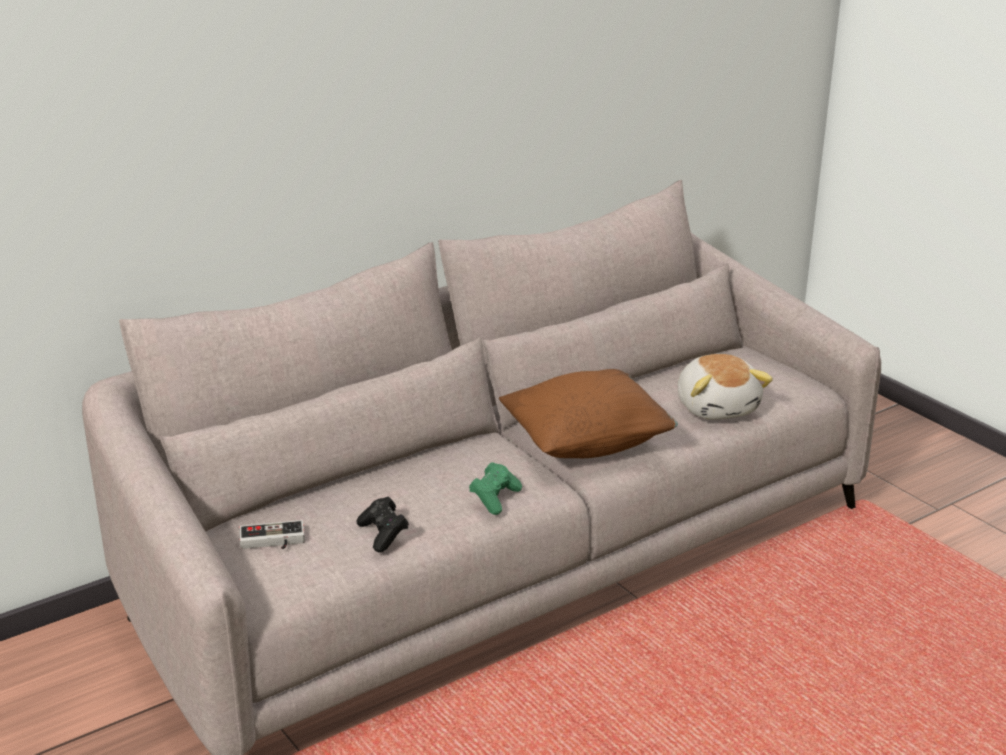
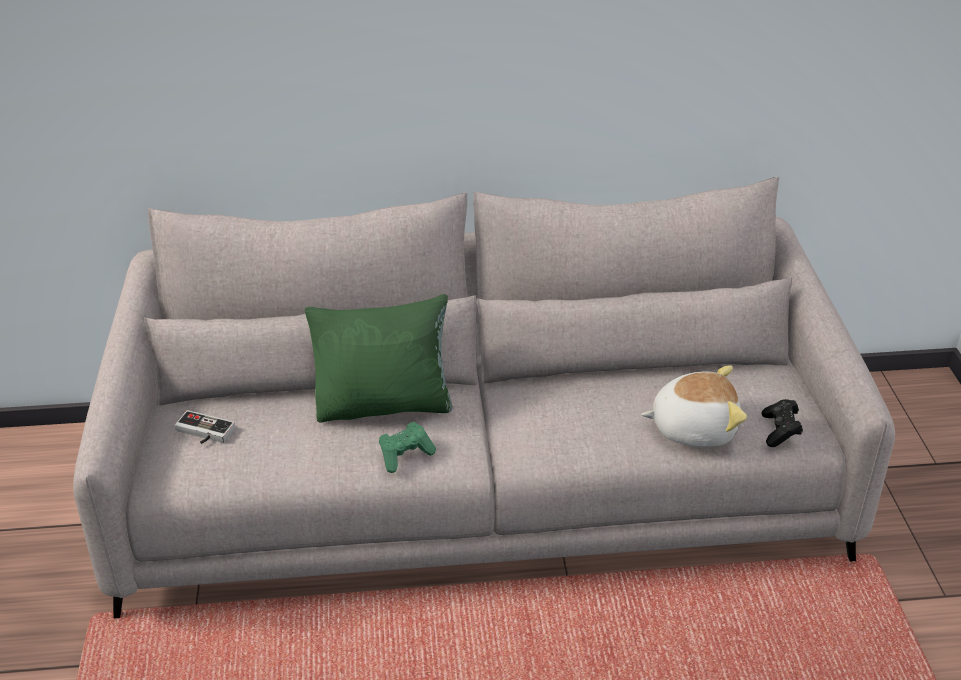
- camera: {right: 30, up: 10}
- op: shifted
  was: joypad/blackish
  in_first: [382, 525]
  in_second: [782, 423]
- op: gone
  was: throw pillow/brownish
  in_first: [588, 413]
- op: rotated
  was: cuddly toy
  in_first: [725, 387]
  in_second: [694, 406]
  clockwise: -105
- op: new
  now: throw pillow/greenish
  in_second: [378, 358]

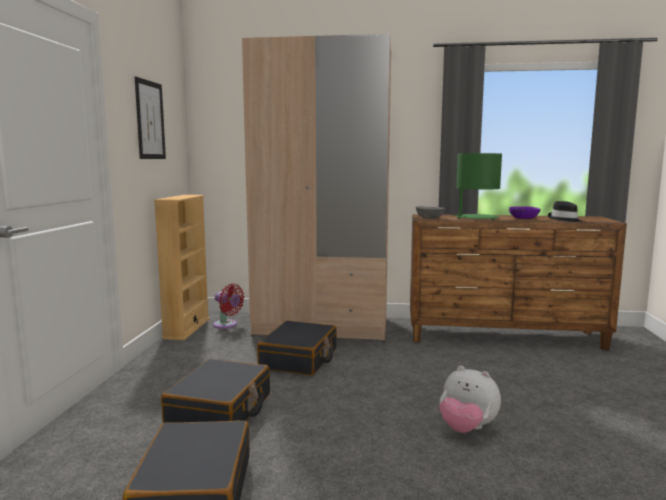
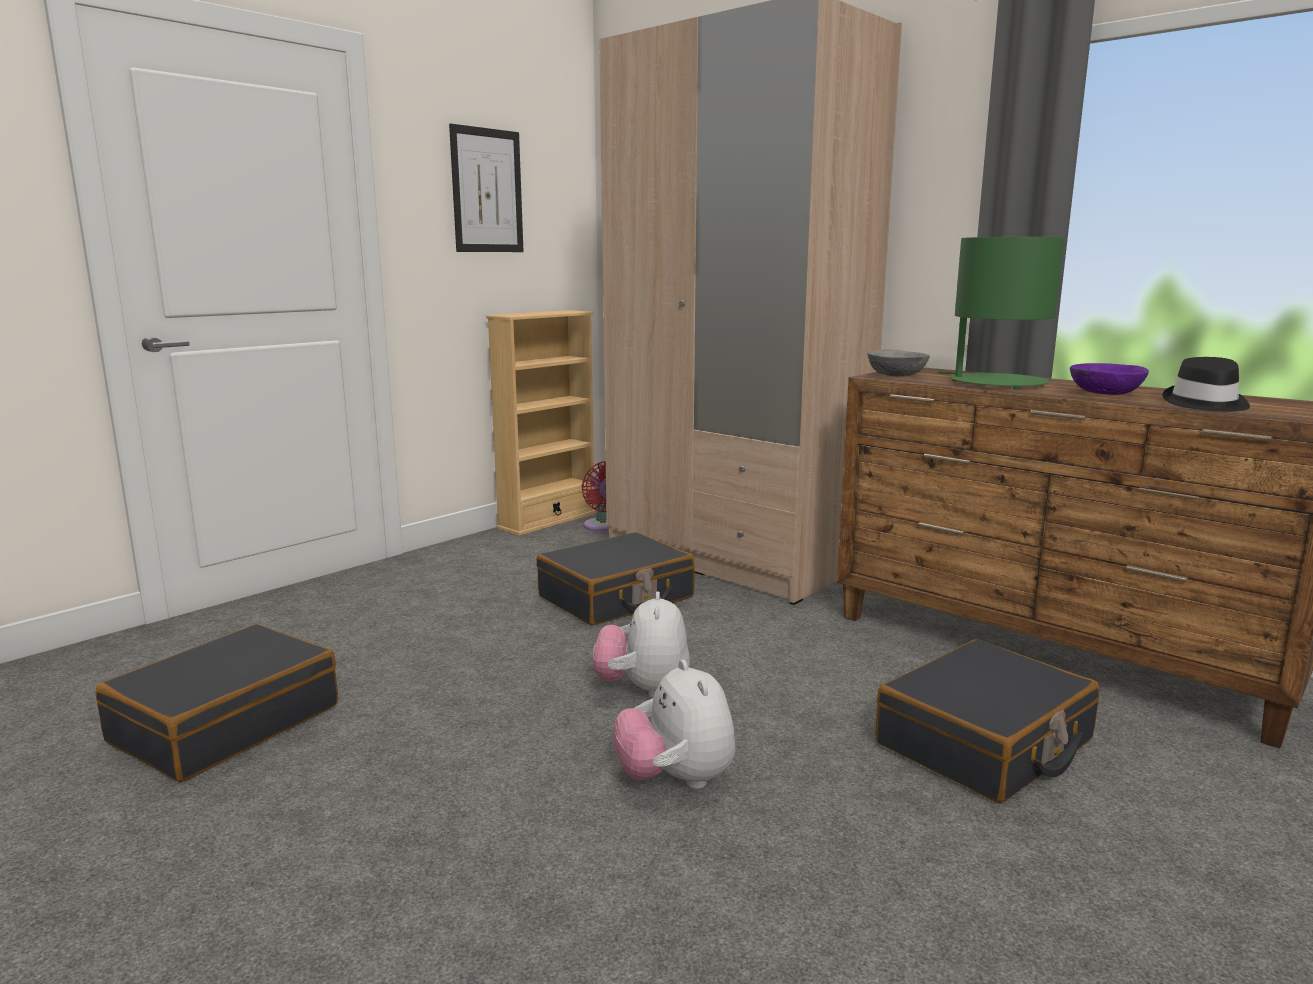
- camera: {right: 35, up: 5}
- op: shifted
  was: travel case/blackish
  in_first: [215, 391]
  in_second: [987, 721]
- op: new
  now: cuddly toy
  in_second: [641, 645]

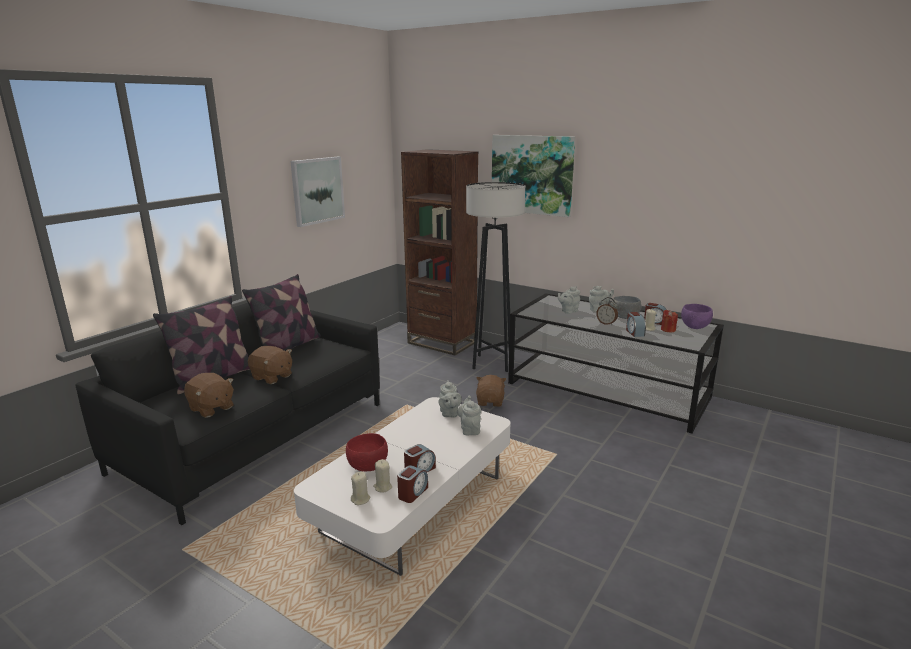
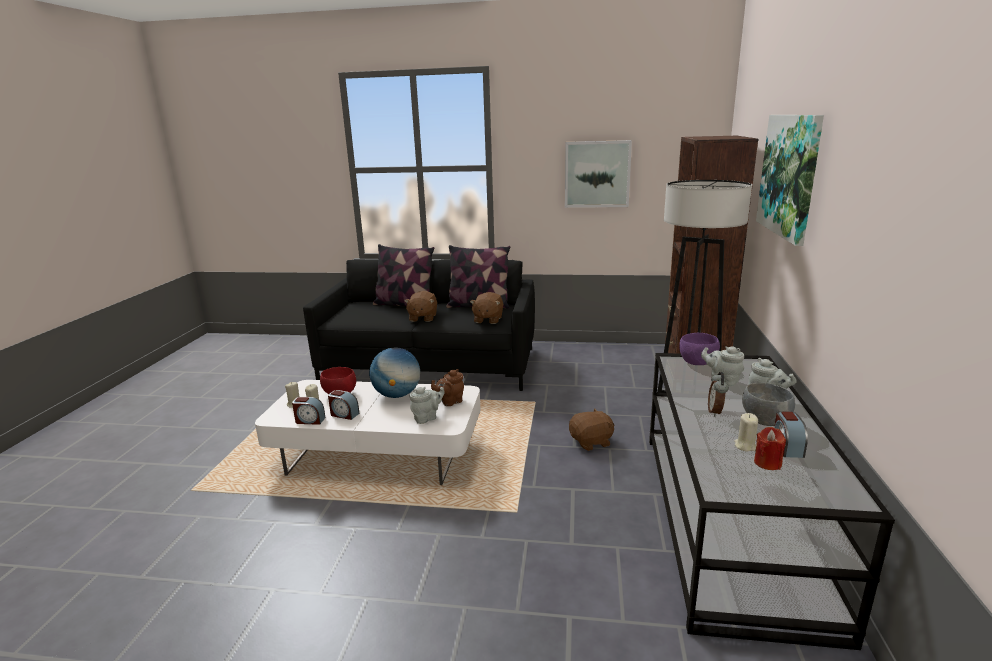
- camera: {right: 65, up: 0}
- op: shifted
  was: cuddly toy/brownish
  in_first: [209, 395]
  in_second: [486, 308]
- op: repainted
  was: pot for tea/grey
  now: pot for tea/brownish
  in_first: [450, 399]
  in_second: [447, 387]
- op: gone
  was: bedside clock
  in_first: [636, 324]
- op: shifted
  was: serving bowl/purplish
  in_first: [697, 316]
  in_second: [699, 349]
- op: new
  now: globe
  in_second: [394, 372]

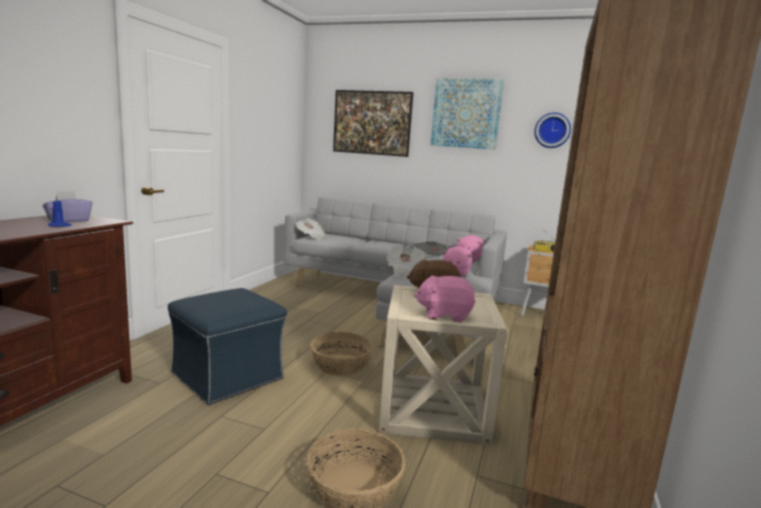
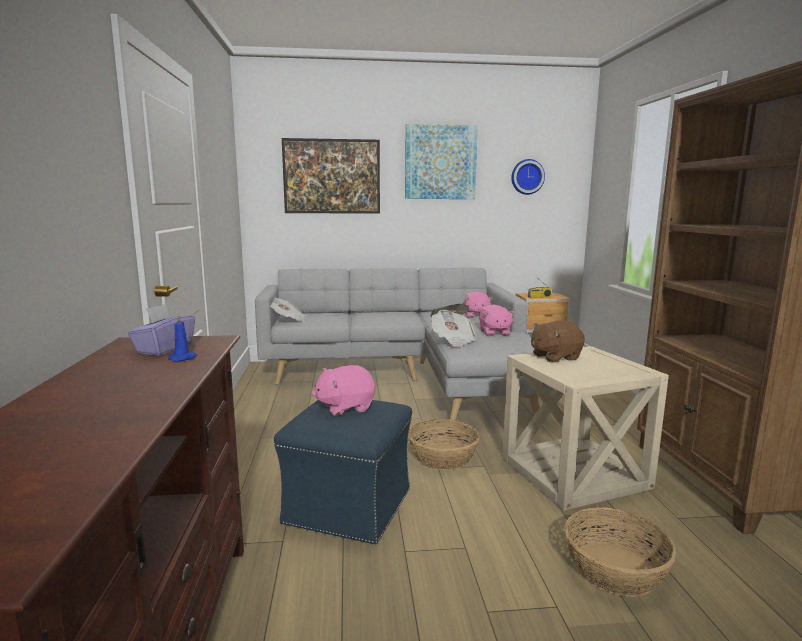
- camera: {right: -25, up: 0}
- op: shifted
  was: cuddly toy/pinkish
  in_first: [444, 298]
  in_second: [343, 390]

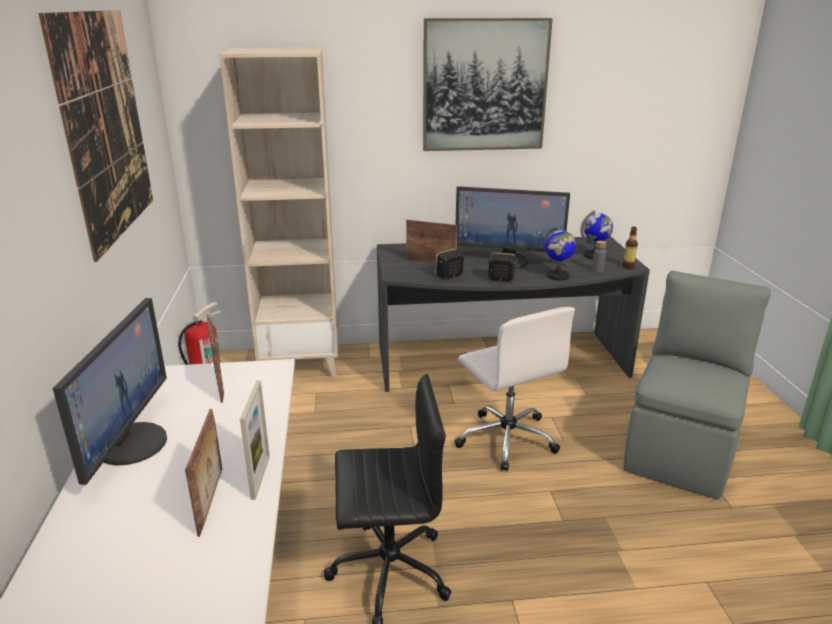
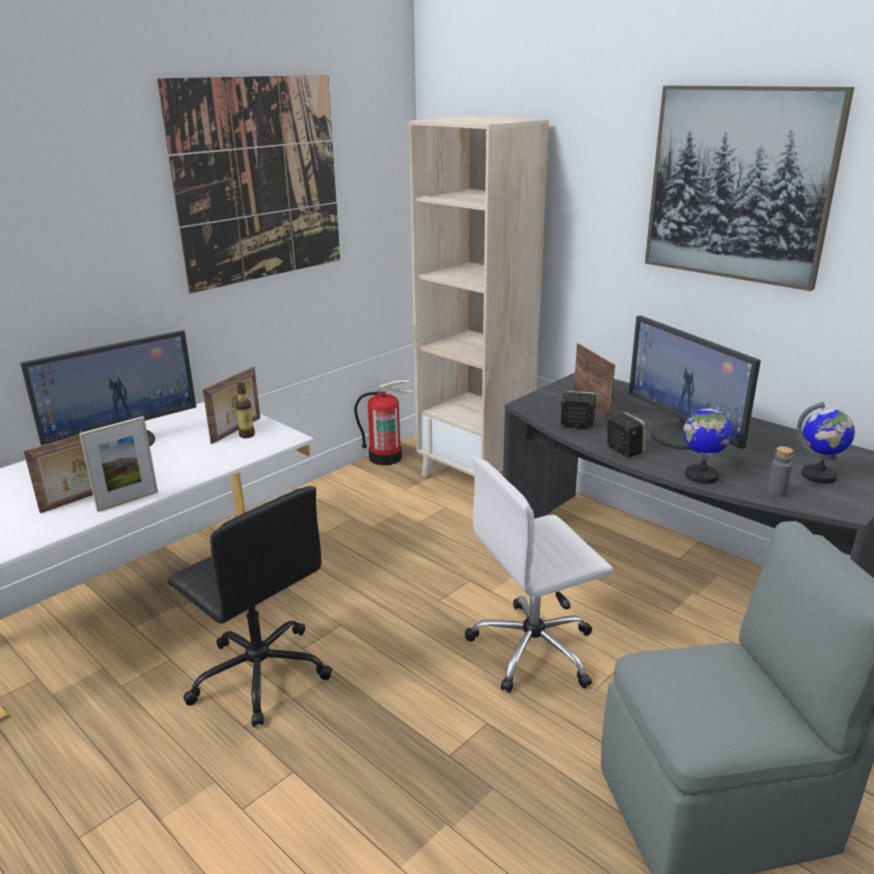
- camera: {right: 50, up: 0}
- op: rotated
  was: desk chair/white-coloured
  in_first: [514, 389]
  in_second: [539, 575]
  clockwise: 45
- op: shifted
  was: bottle
  in_first: [630, 248]
  in_second: [245, 410]

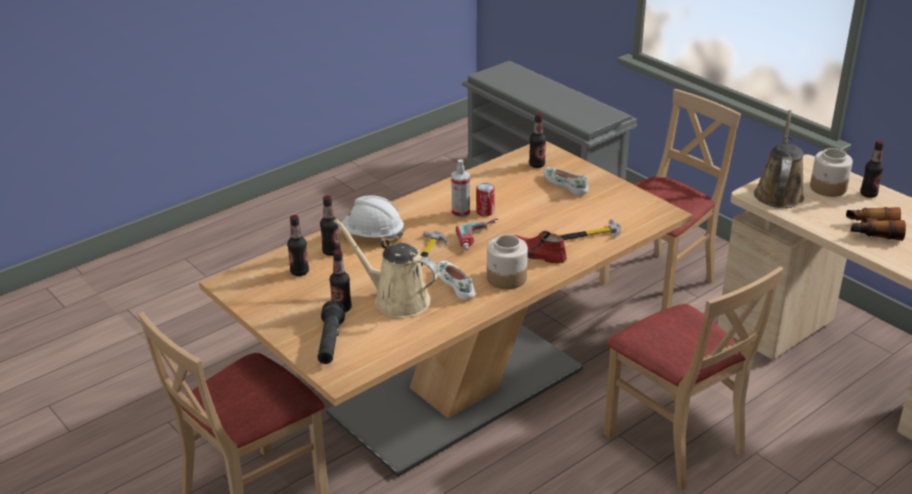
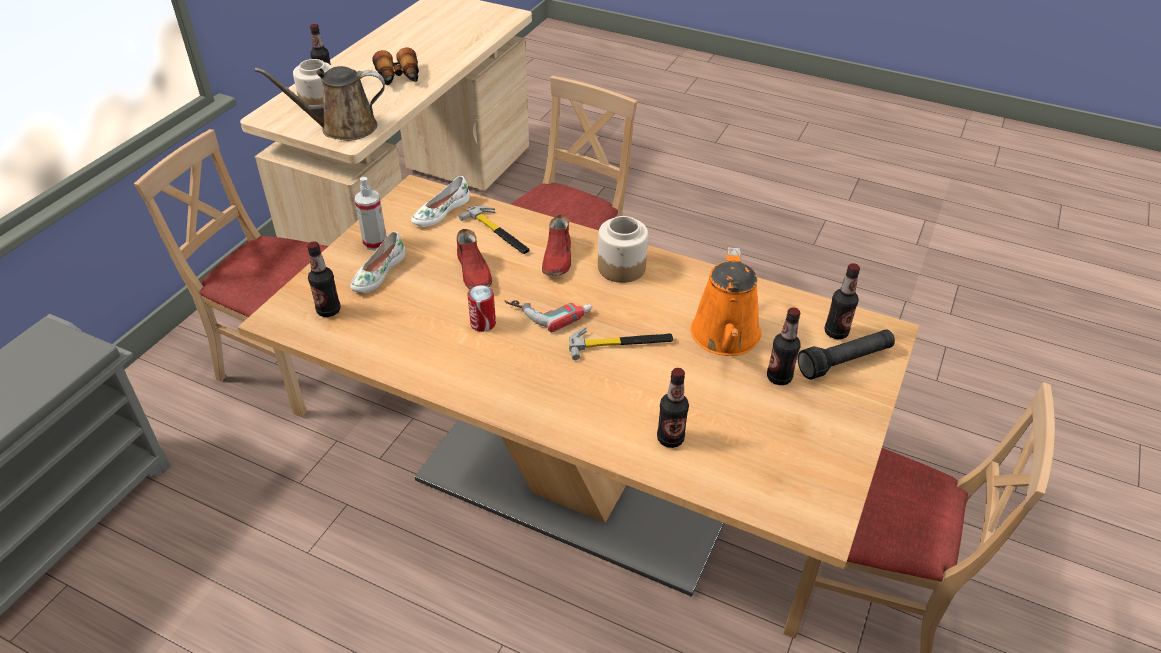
- camera: {right: -115, up: 10}
- op: shifted
  was: bottle
  in_first: [298, 245]
  in_second: [842, 301]
- op: repainted
  was: watering pot/beige
  now: watering pot/orange-coloured
  in_first: [387, 268]
  in_second: [726, 301]
- op: gone
  was: work helmet/white-coloured
  in_first: [372, 217]
- op: shifted
  was: shoe/white-coloured
  in_first: [456, 280]
  in_second: [440, 201]
- op: shifted
  was: hand sprayer
  in_first: [460, 188]
  in_second: [371, 214]
- op: new
  now: shoe/reddish
  in_second: [474, 259]

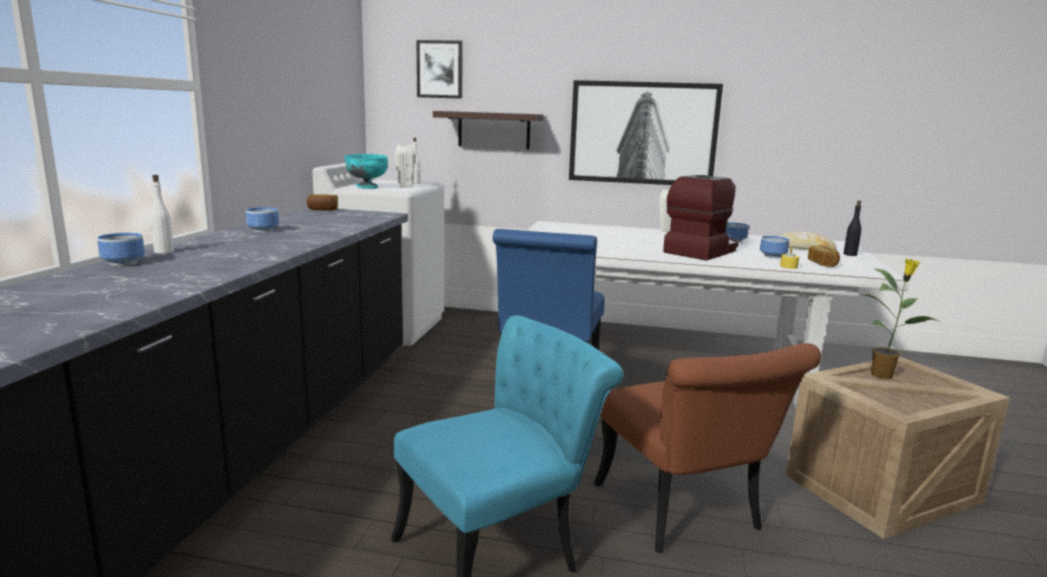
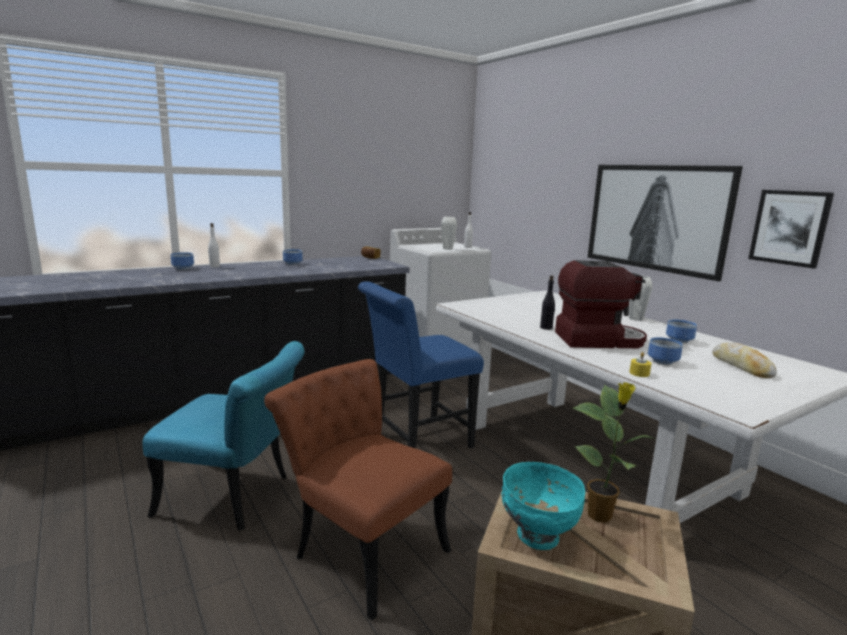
- camera: {right: 45, up: 0}
- op: shifted
  was: serving bowl/blue-green
  in_first: [366, 171]
  in_second: [543, 506]
- op: shifted
  was: wall picture
  in_first: [439, 69]
  in_second: [791, 229]
- op: gone
  was: bracket shelf
  in_first: [488, 130]
- op: rotated
  was: chair/brownish
  in_first: [707, 448]
  in_second: [358, 489]
  clockwise: 105
- op: gone
  was: bakery bread
  in_first: [824, 256]
- op: shifted
  was: bottle/blackish
  in_first: [852, 228]
  in_second: [547, 302]

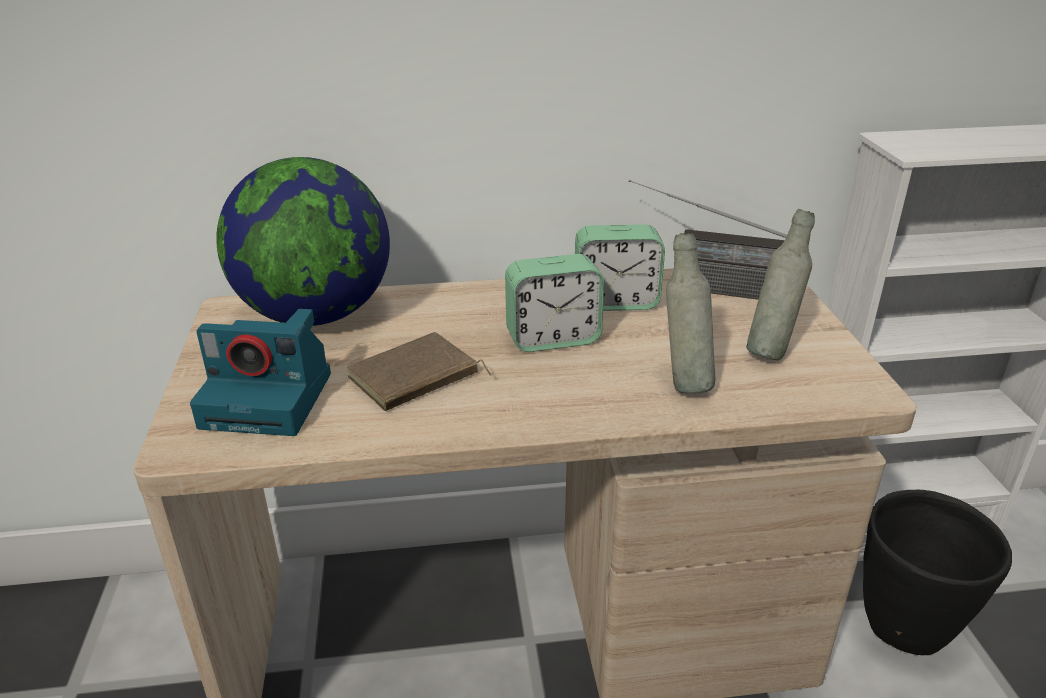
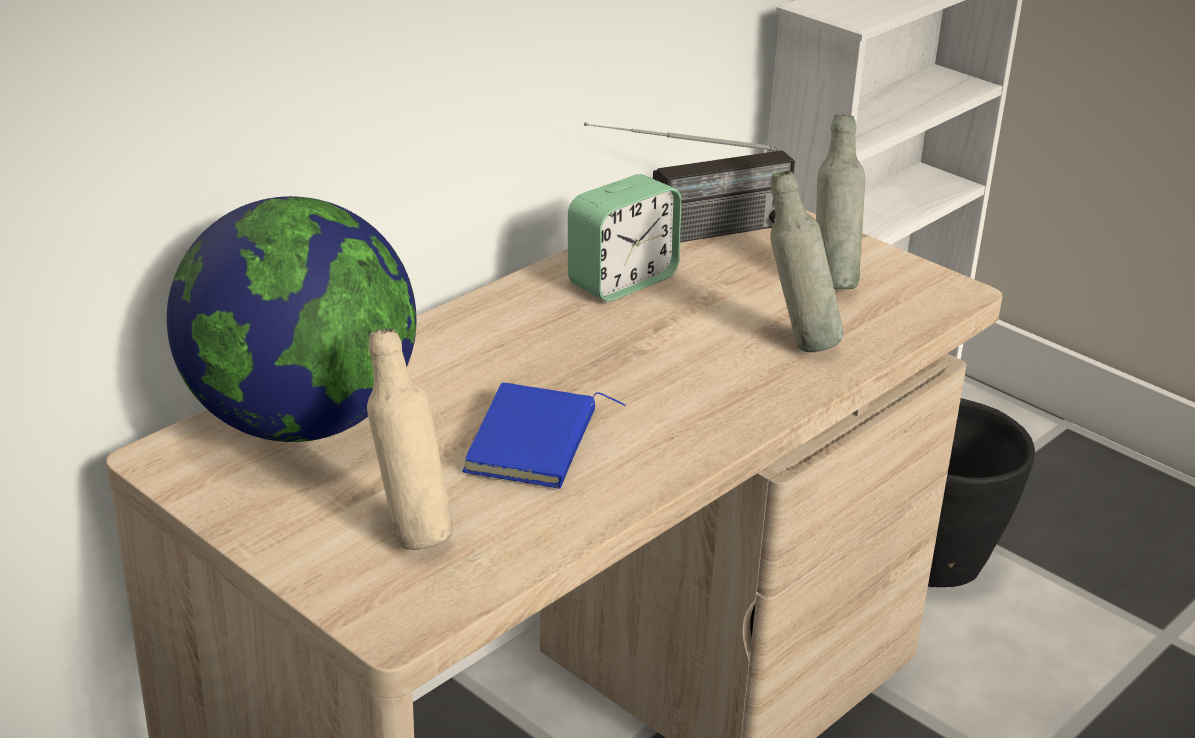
- camera: {right: -40, up: 0}
- op: swapped
  was: photo camera
  now: bottle/beige
  in_first: [260, 372]
  in_second: [410, 439]
- op: repainted
  was: bound book/brownish
  now: bound book/blue-coloured
  in_first: [419, 371]
  in_second: [543, 436]
- op: gone
  was: bedside clock
  in_first: [554, 303]

